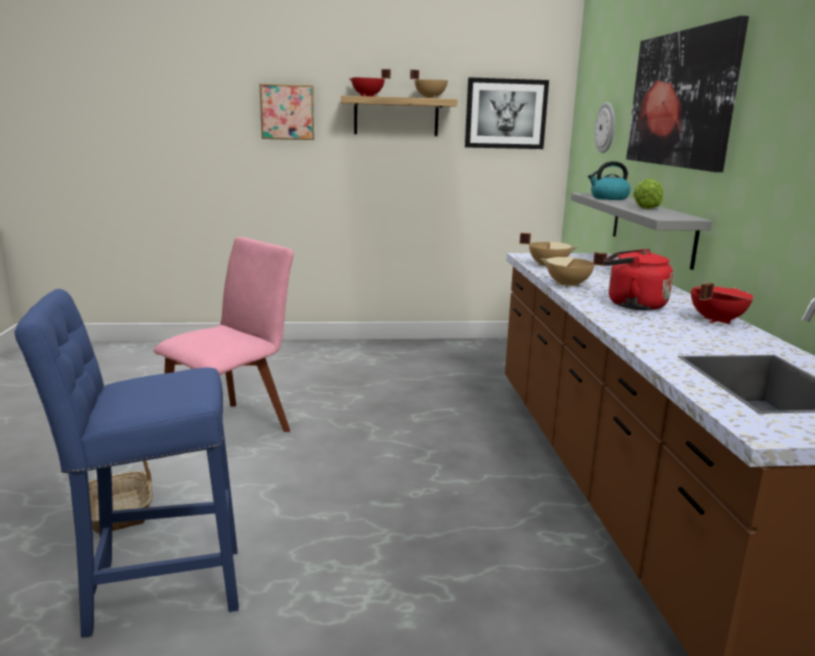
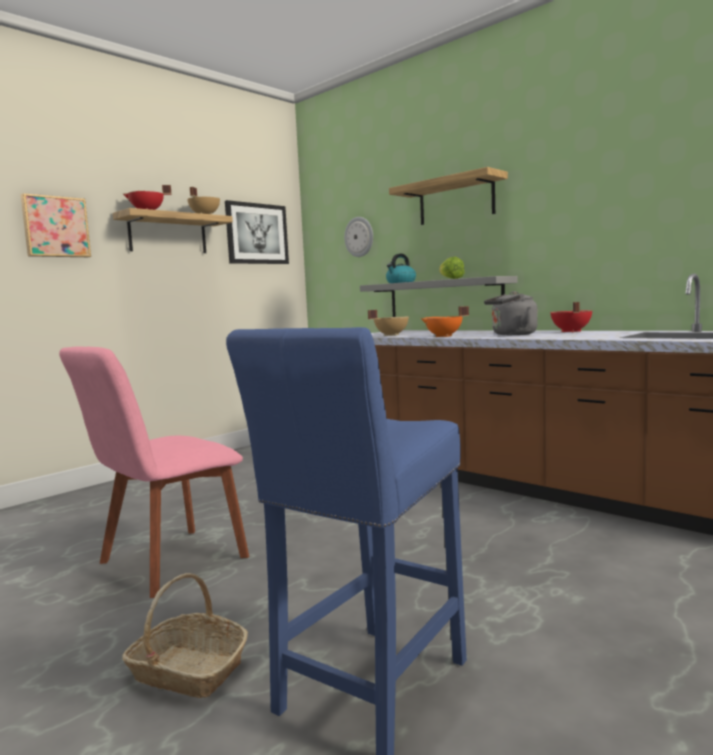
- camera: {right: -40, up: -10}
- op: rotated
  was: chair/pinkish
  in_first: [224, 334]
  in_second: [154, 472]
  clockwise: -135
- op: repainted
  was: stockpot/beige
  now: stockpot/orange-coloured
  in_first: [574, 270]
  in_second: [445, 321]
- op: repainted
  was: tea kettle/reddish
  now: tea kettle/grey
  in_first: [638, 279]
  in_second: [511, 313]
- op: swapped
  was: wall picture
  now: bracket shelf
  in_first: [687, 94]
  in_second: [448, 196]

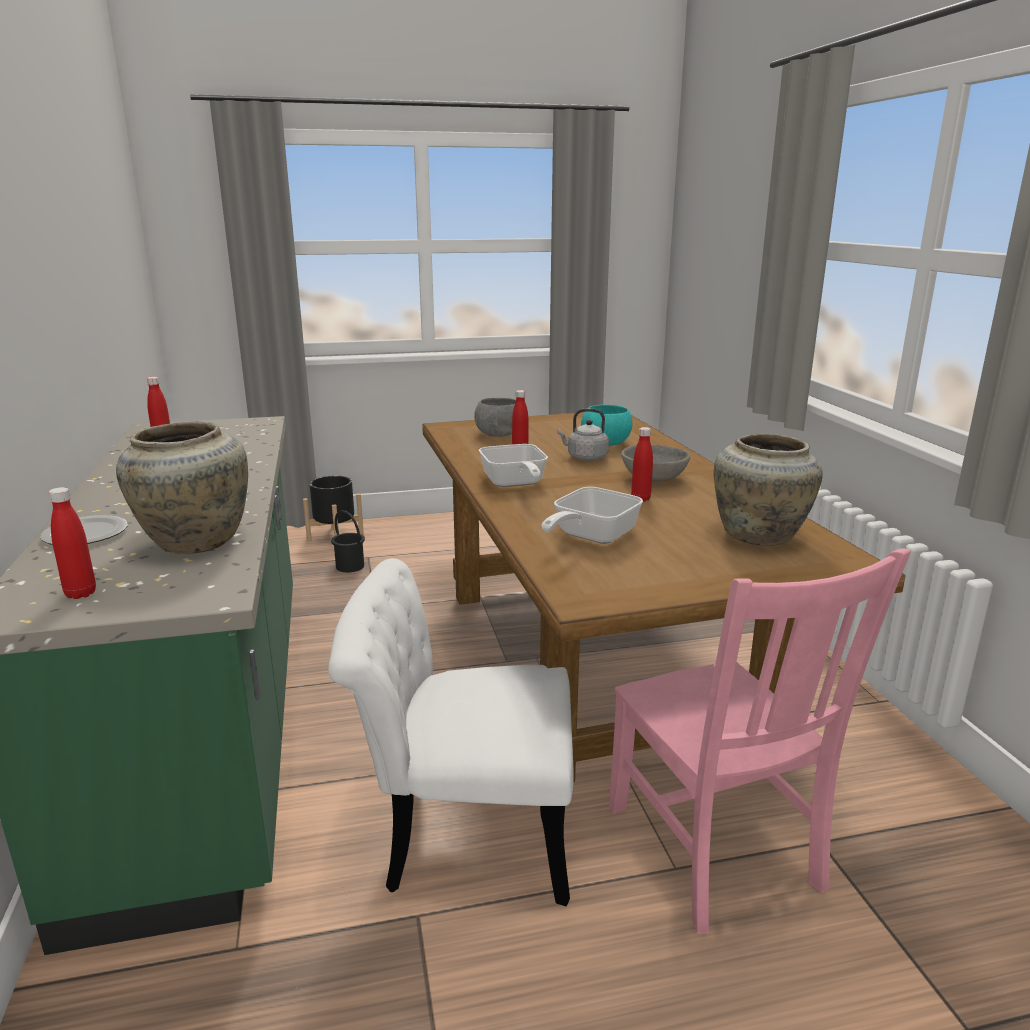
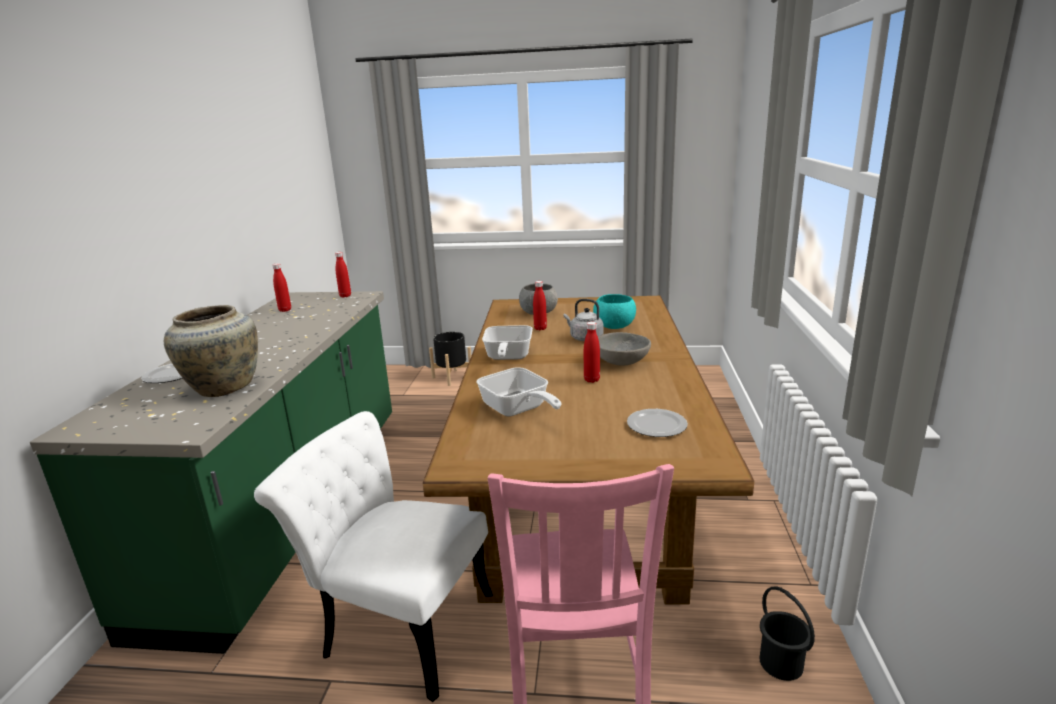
- camera: {right: 20, up: 0}
- op: shifted
  was: bottle/reddish
  in_first: [72, 543]
  in_second: [343, 274]
- op: shifted
  was: pail/blackish
  in_first: [348, 541]
  in_second: [787, 634]
- op: rotated
  was: pan
  in_first: [592, 515]
  in_second: [519, 392]
  clockwise: -90
- op: swapped
  was: decorative vase/beige
  now: dinner plate
  in_first: [768, 489]
  in_second: [657, 423]

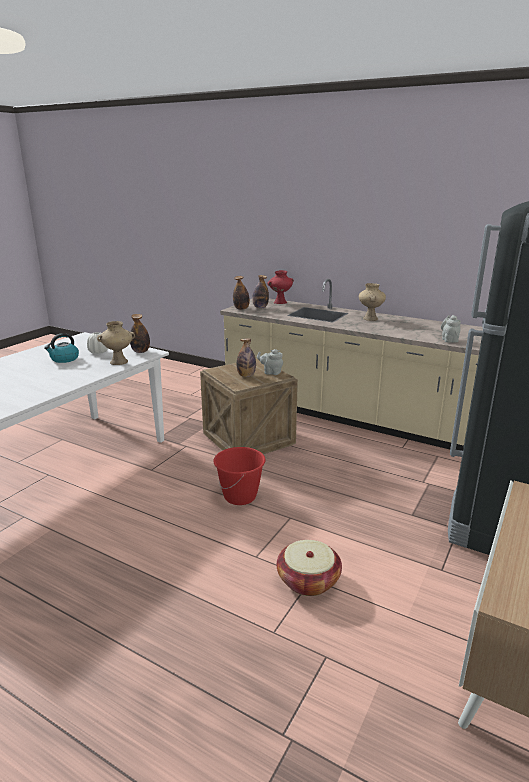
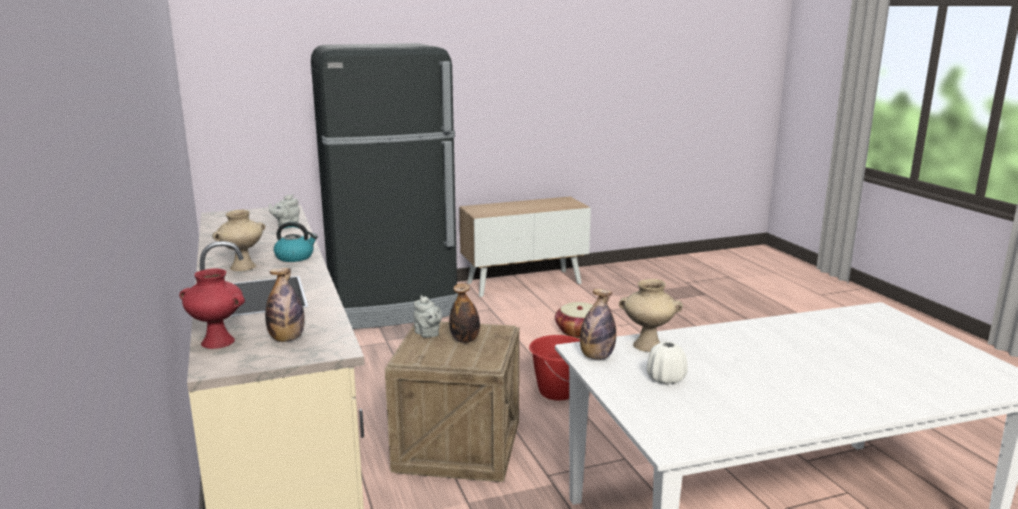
- camera: {right: -140, up: -5}
- op: shifted
  was: tea kettle
  in_first: [61, 348]
  in_second: [296, 242]
- op: gone
  was: bottle
  in_first: [241, 293]

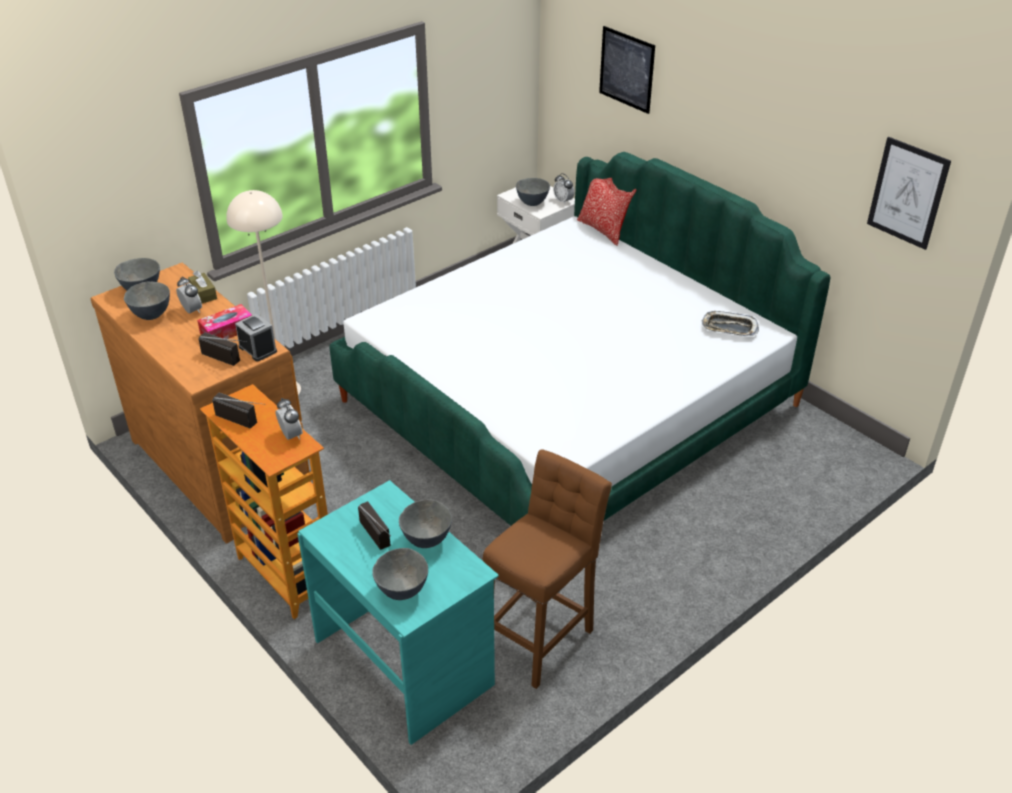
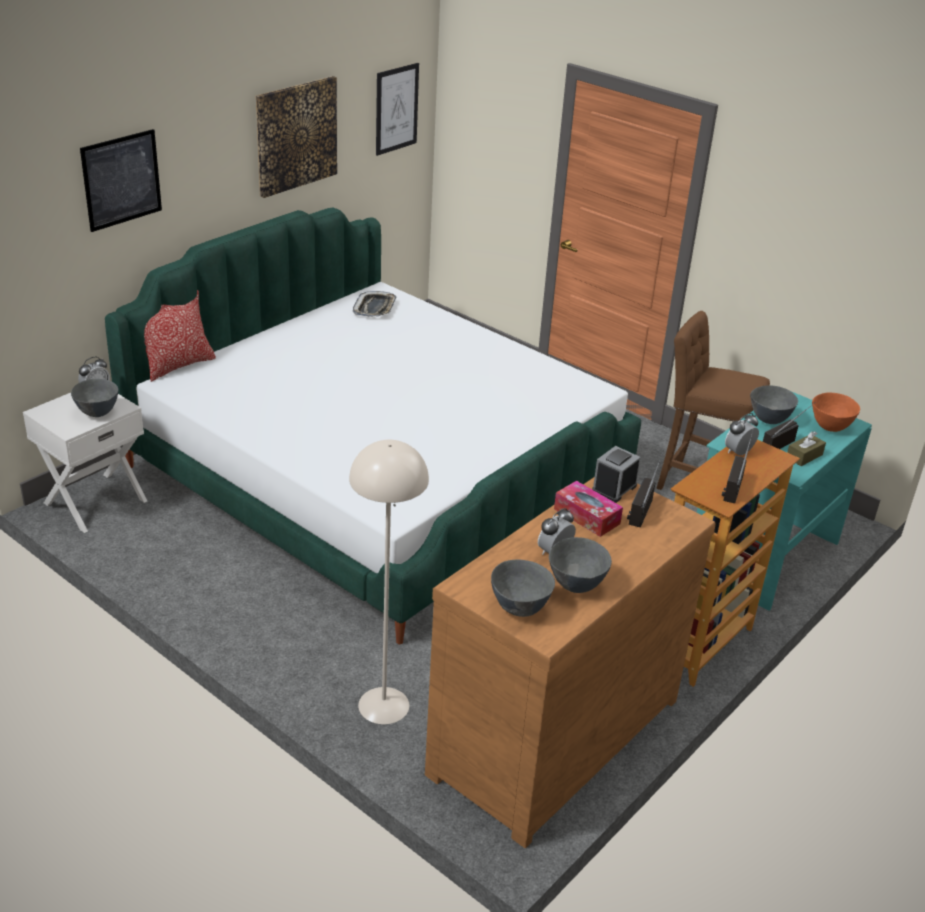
- camera: {right: -100, up: -5}
- op: shifted
  was: tissue box/brownish
  in_first: [202, 287]
  in_second: [806, 448]
- op: repainted
  was: serving bowl/grey
  now: serving bowl/orange-coloured
  in_first: [400, 574]
  in_second: [836, 412]
- op: new
  now: wall picture
  in_second: [296, 137]

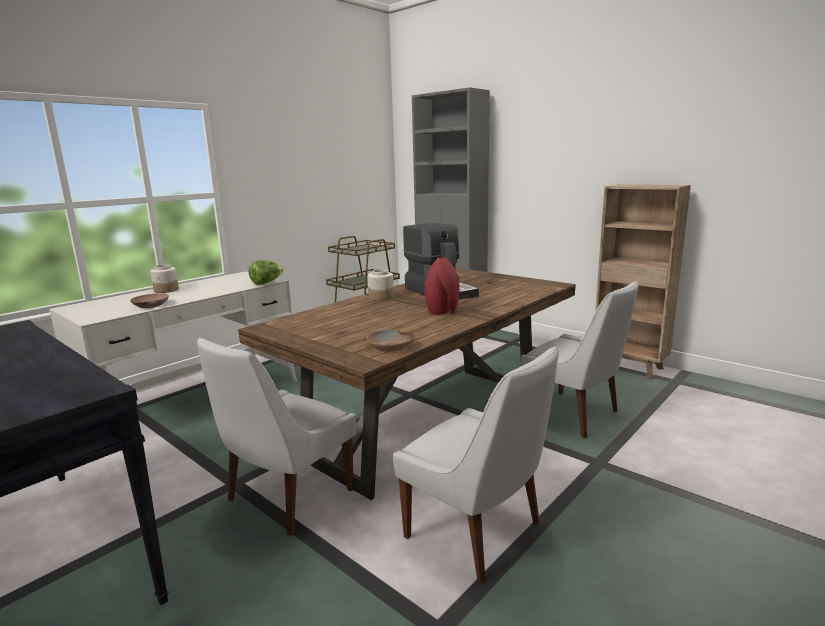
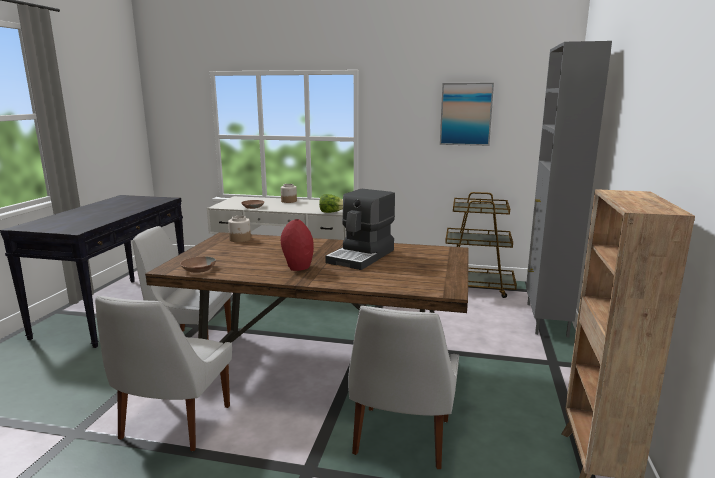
- camera: {right: 60, up: 0}
- op: shifted
  was: storage jar
  in_first: [381, 285]
  in_second: [239, 229]
- op: new
  now: wall picture
  in_second: [467, 114]

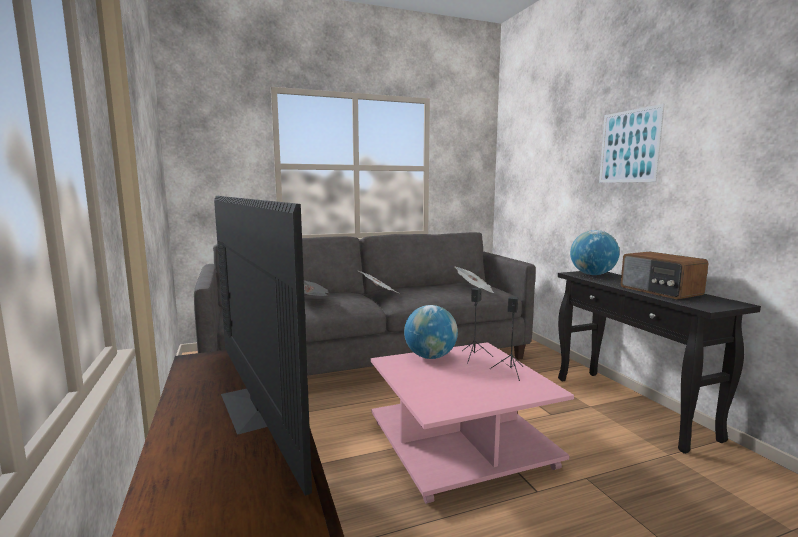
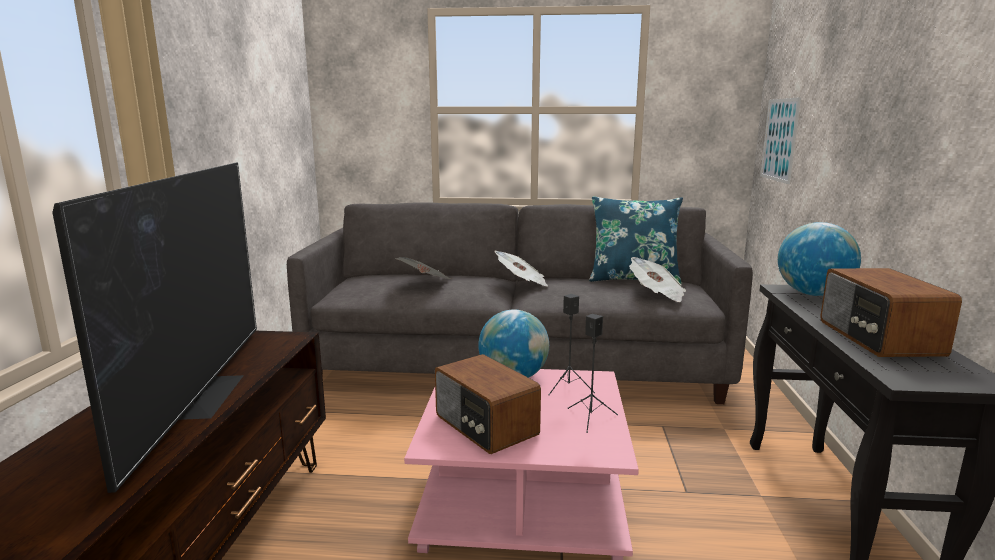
- camera: {right: 25, up: 5}
- op: shifted
  was: wall picture
  in_first: [632, 143]
  in_second: [780, 140]
- op: new
  now: radio receiver
  in_second: [488, 404]
- op: new
  now: throw pillow/blue-coloured
  in_second: [636, 240]

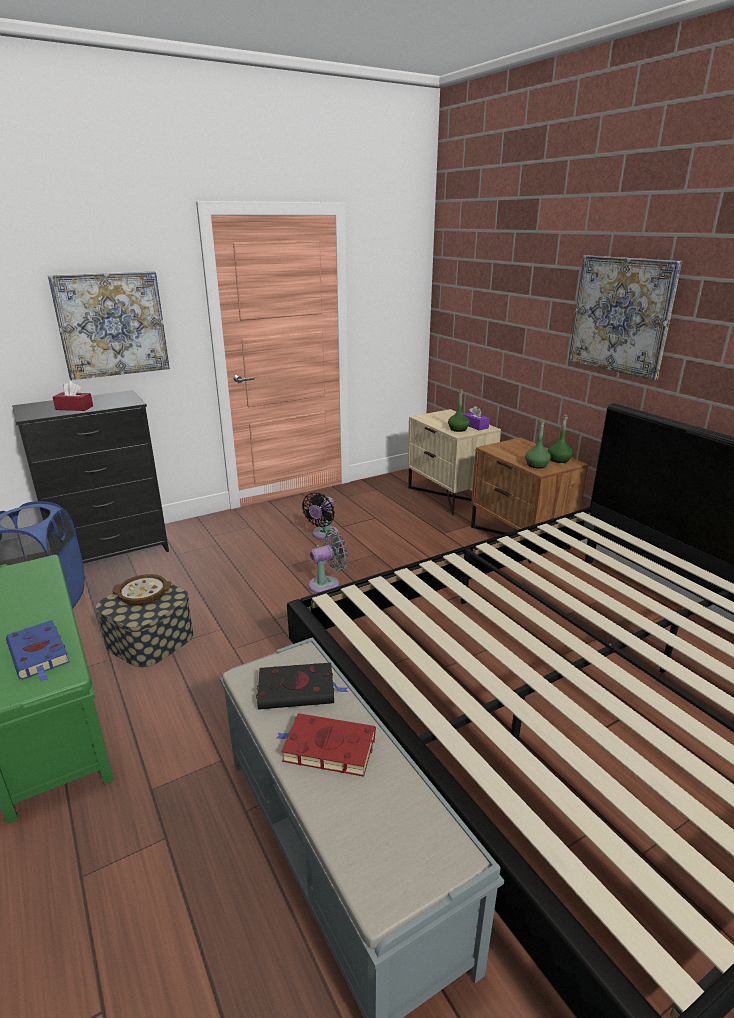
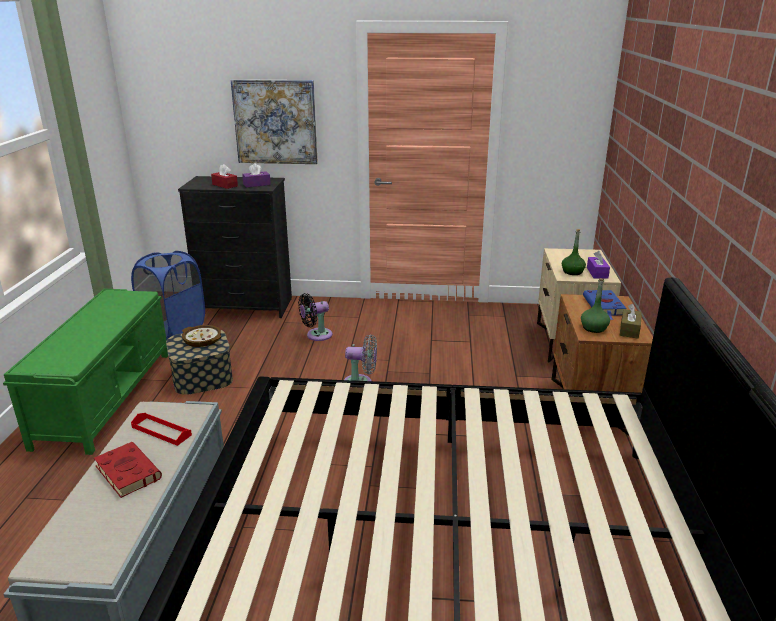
- camera: {right: 35, up: 0}
- op: shifted
  was: bound book/blue-coloured
  in_first: [38, 651]
  in_second: [605, 305]
- op: swapped
  was: bound book/blackish
  now: carrying tray/reddish
  in_first: [302, 686]
  in_second: [161, 429]
- op: shifted
  was: electric fan/blackish
  in_first: [320, 516]
  in_second: [315, 317]
- op: swapped
  was: bottle/greenish
  now: tissue box/brownish
  in_first: [560, 439]
  in_second: [631, 321]
- op: gone
  was: wall picture
  in_first: [625, 317]
- op: new
  now: tissue box/purplish
  in_second: [256, 175]

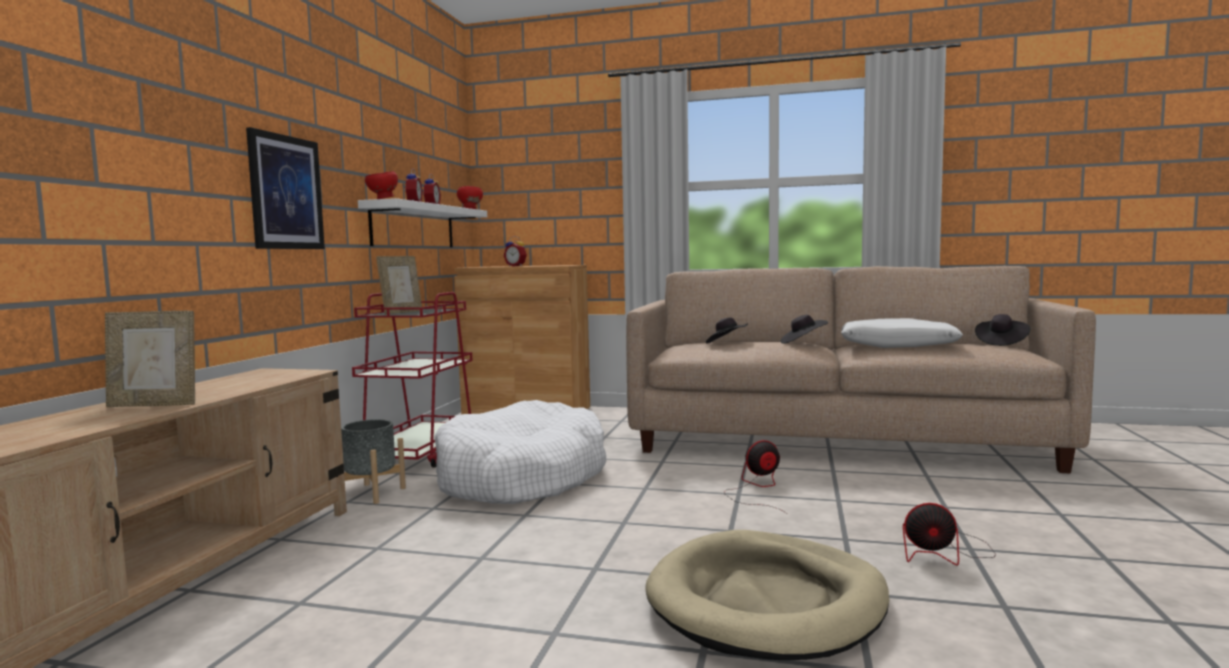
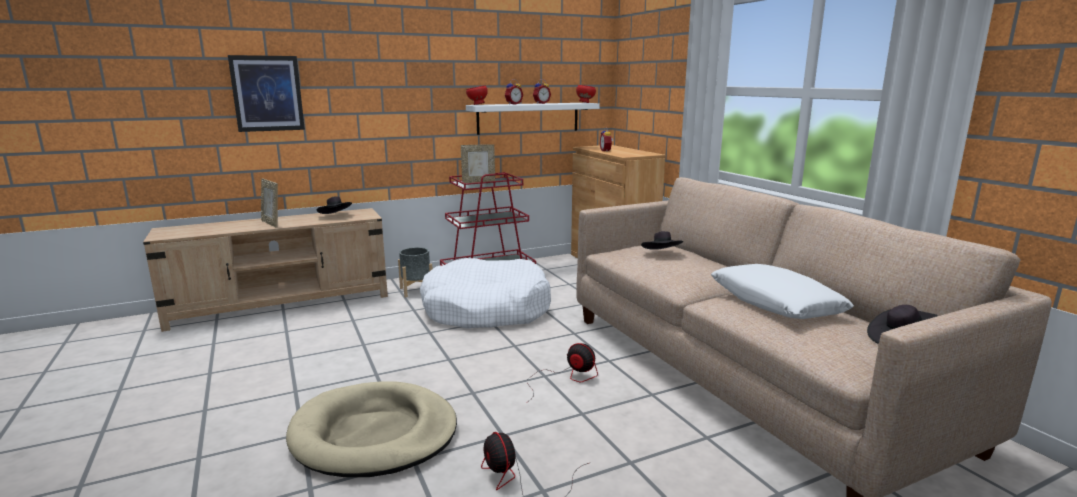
- camera: {right: 50, up: 10}
- op: shifted
  was: wall picture
  in_first: [285, 188]
  in_second: [266, 93]
- op: shifted
  was: wearable hat/blackish
  in_first: [804, 329]
  in_second: [334, 205]

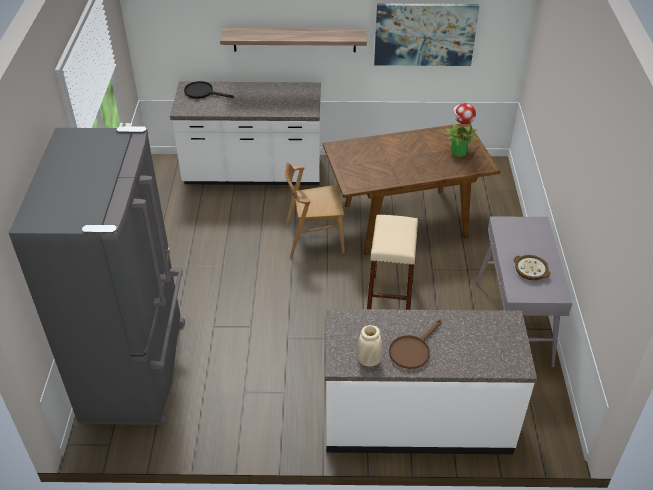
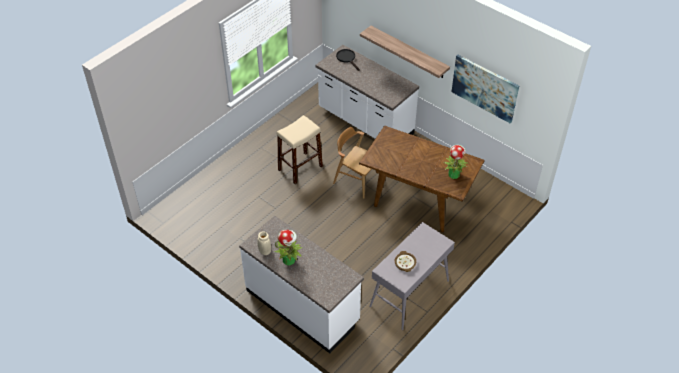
- camera: {right: 40, up: 5}
- op: gone
  was: refrigerator/grey
  in_first: [97, 275]
- op: shifted
  was: stool/beige
  in_first: [392, 262]
  in_second: [300, 149]
- op: swapped
  was: pan/brownish
  now: plant in a pot
  in_first: [415, 344]
  in_second: [288, 247]

